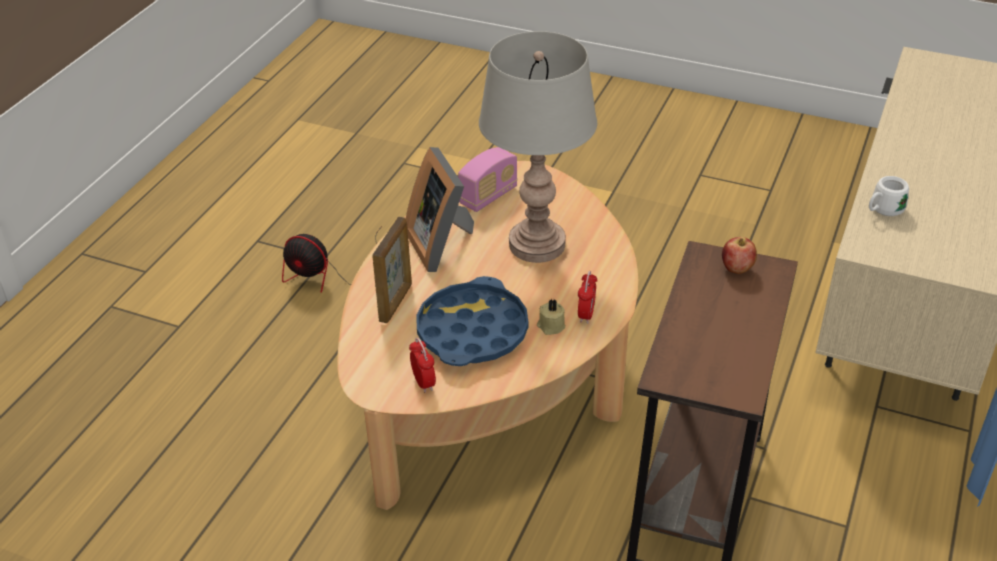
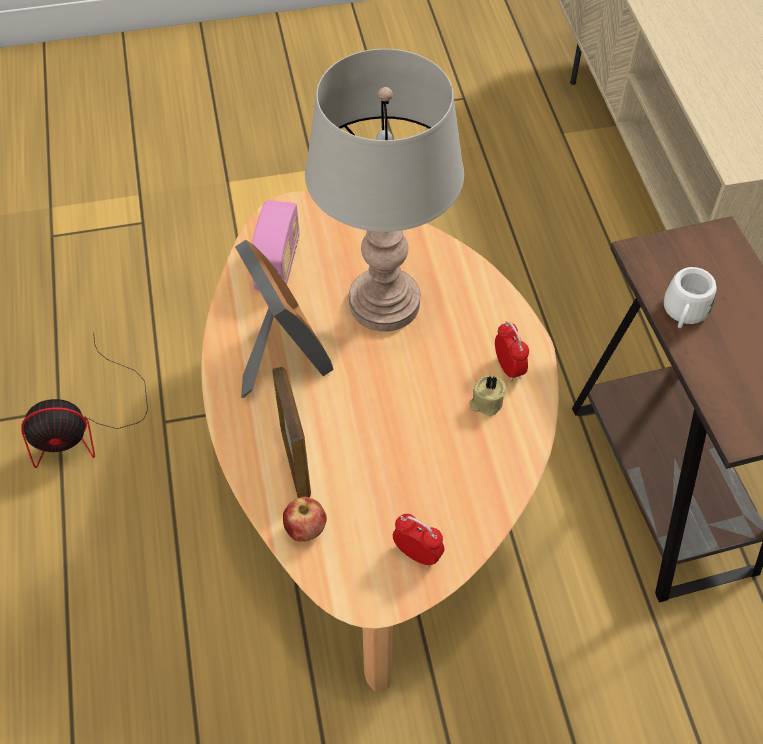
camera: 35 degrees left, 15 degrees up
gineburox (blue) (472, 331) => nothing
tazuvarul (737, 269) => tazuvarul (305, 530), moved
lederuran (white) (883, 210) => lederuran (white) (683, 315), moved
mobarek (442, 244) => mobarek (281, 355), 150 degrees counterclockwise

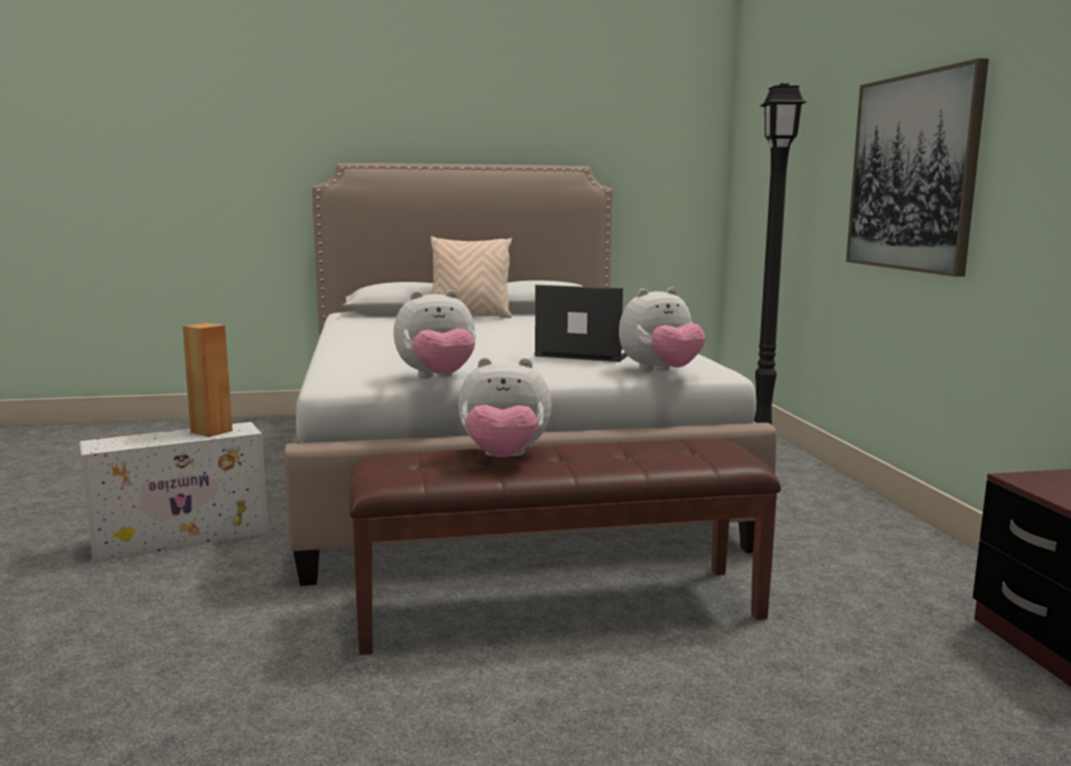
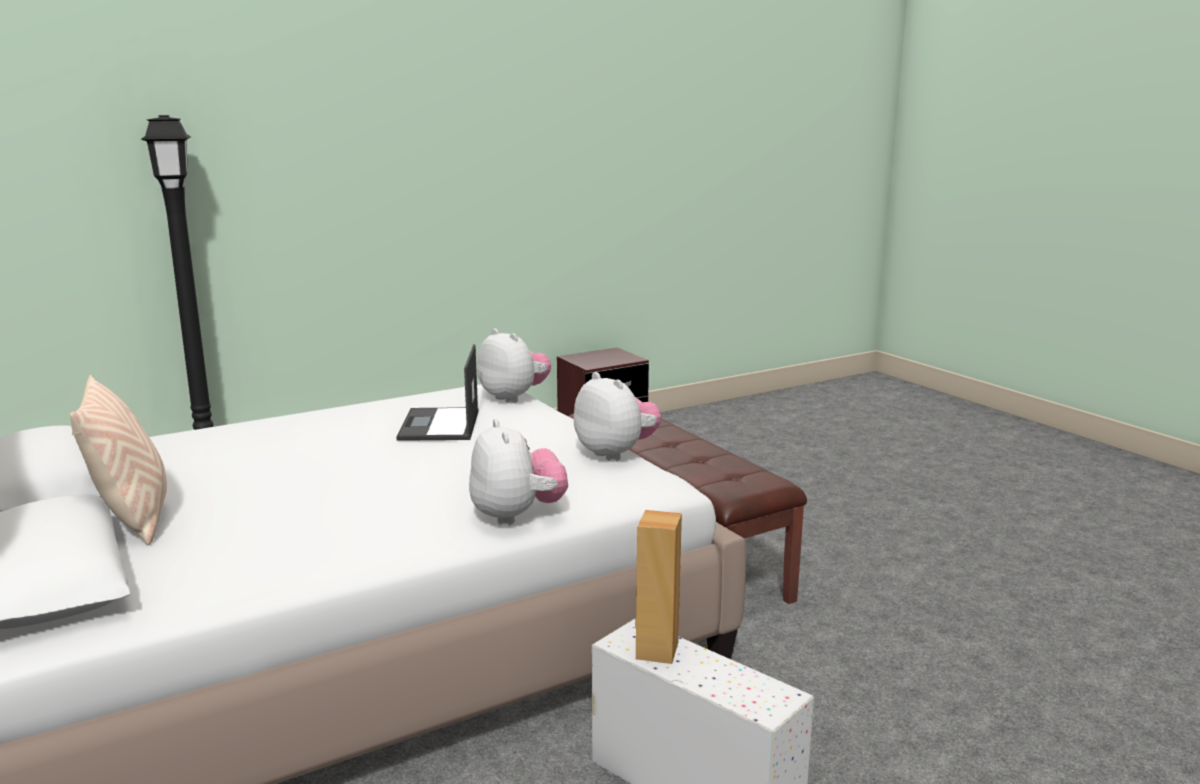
camera: 110 degrees left, 5 degrees up
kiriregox (912, 173) => nothing
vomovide (503, 458) => vomovide (517, 516), moved

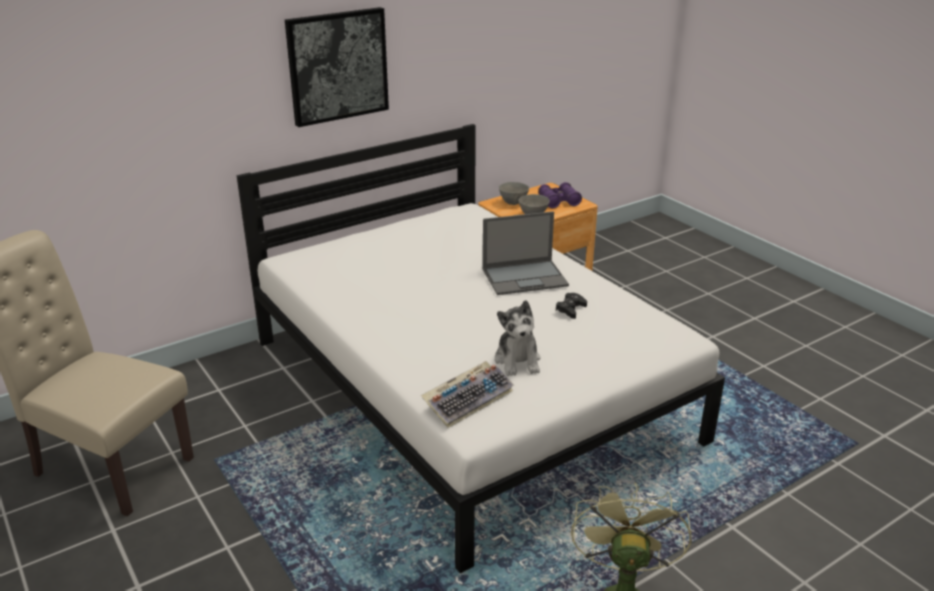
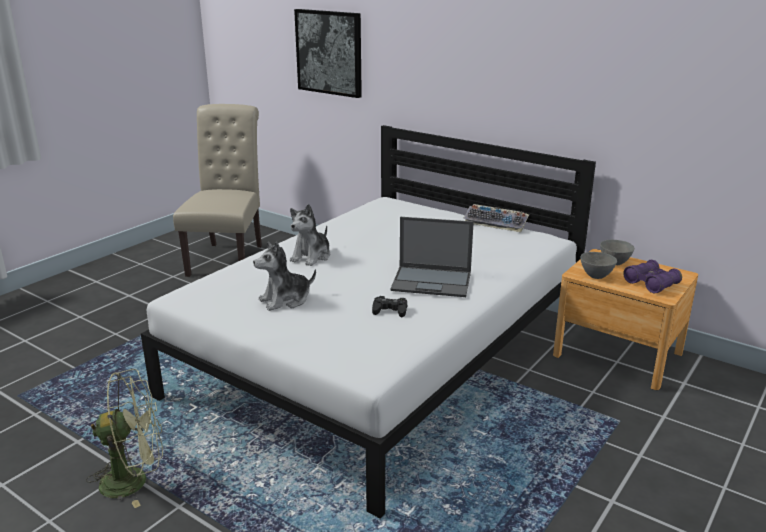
camera: 70 degrees right, 5 degrees down
nothing => vomovide (311, 256)
kiriregox (337, 66) => kiriregox (329, 52), moved
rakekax (468, 399) => rakekax (497, 223), moved
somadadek (525, 277) => somadadek (432, 282), 45 degrees counterclockwise

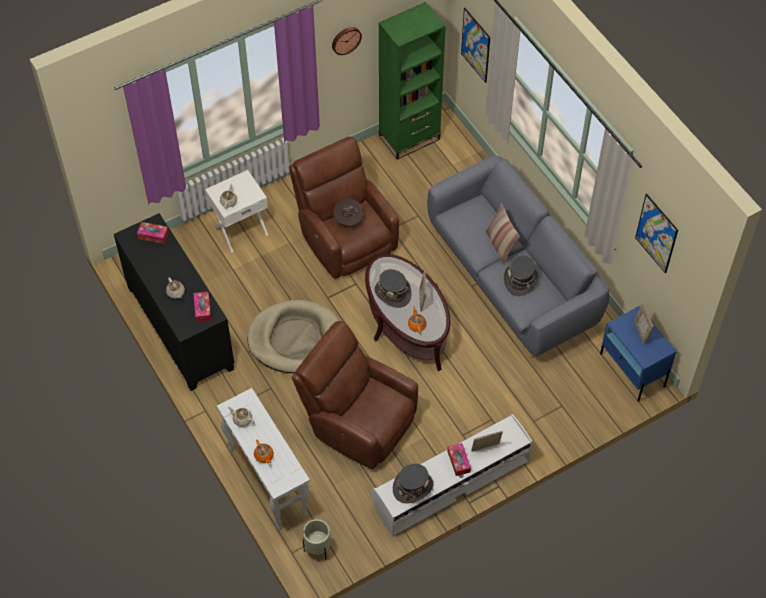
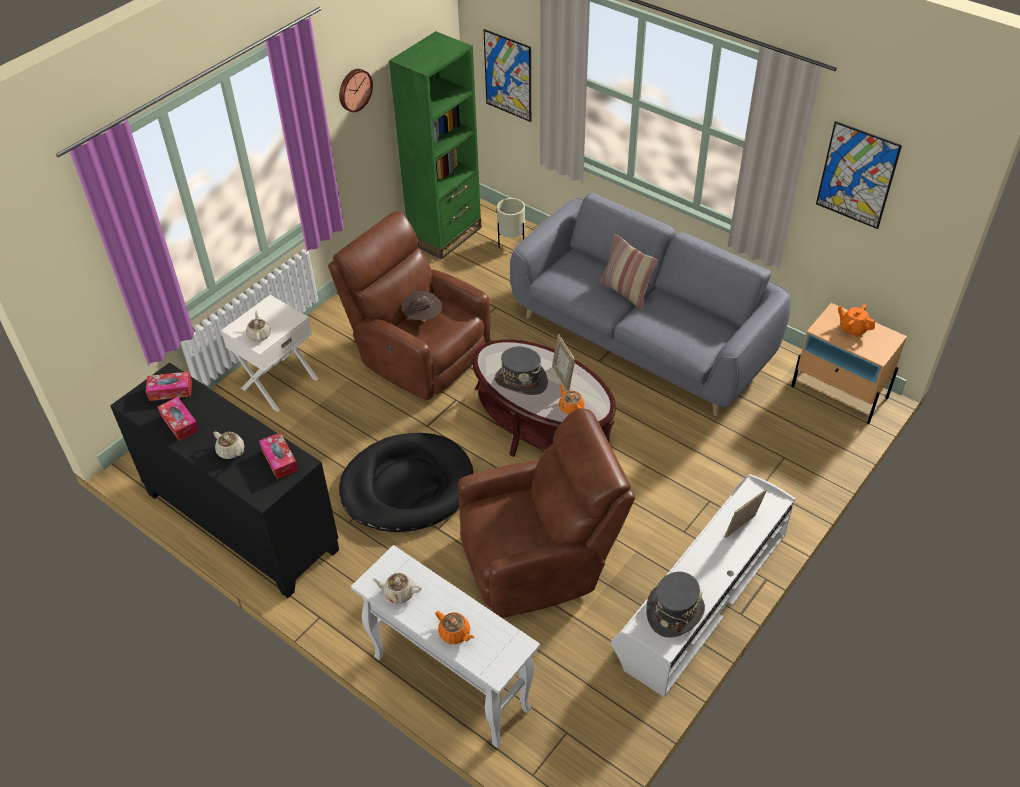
camera: 20 degrees left, 10 degrees down
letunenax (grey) (520, 280) => nothing
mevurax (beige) (317, 549) => mevurax (beige) (511, 243), moved
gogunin (458, 461) => gogunin (180, 423), moved
mobarek (641, 332) => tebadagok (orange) (853, 329)
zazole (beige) (295, 339) => zazole (black) (407, 486)
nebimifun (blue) (632, 370) => nebimifun (beige) (839, 392)
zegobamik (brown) (358, 421) => zegobamik (brown) (539, 560), 150 degrees clockwise

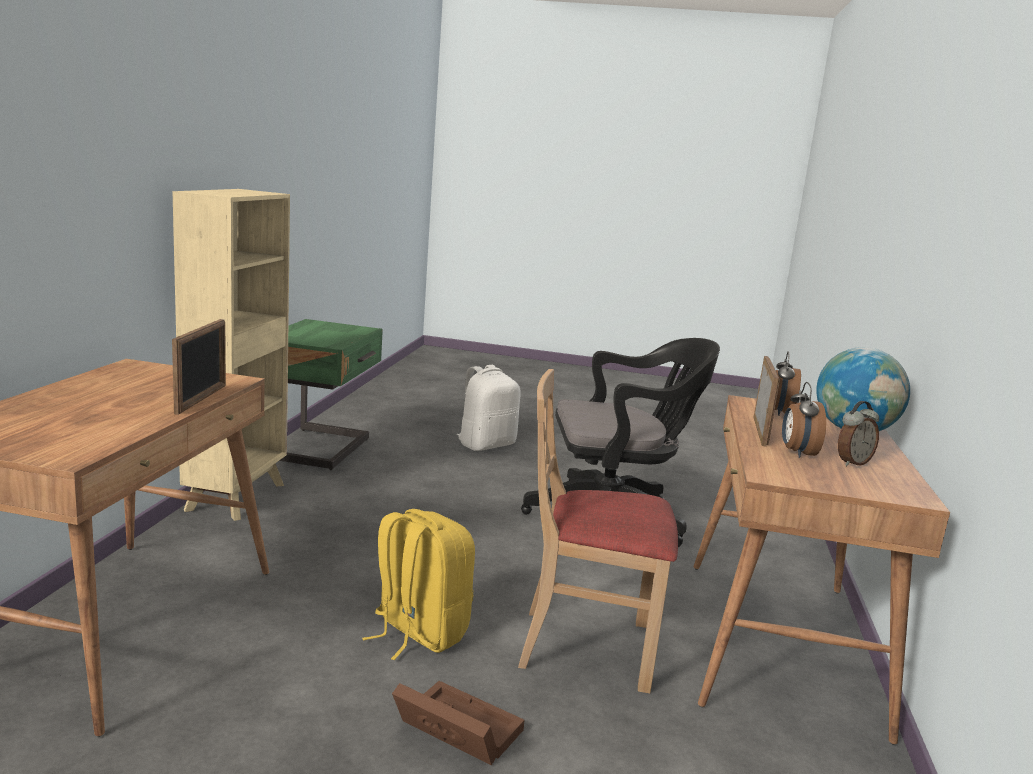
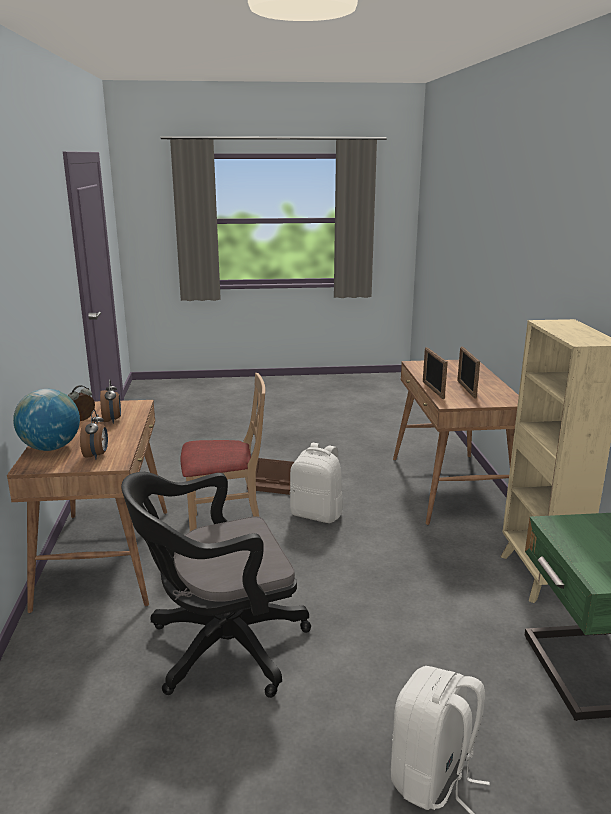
camera: 165 degrees right, 5 degrees up
mobarek (760, 431) => mobarek (466, 389), moved
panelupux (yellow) (417, 632) => panelupux (white) (317, 514)

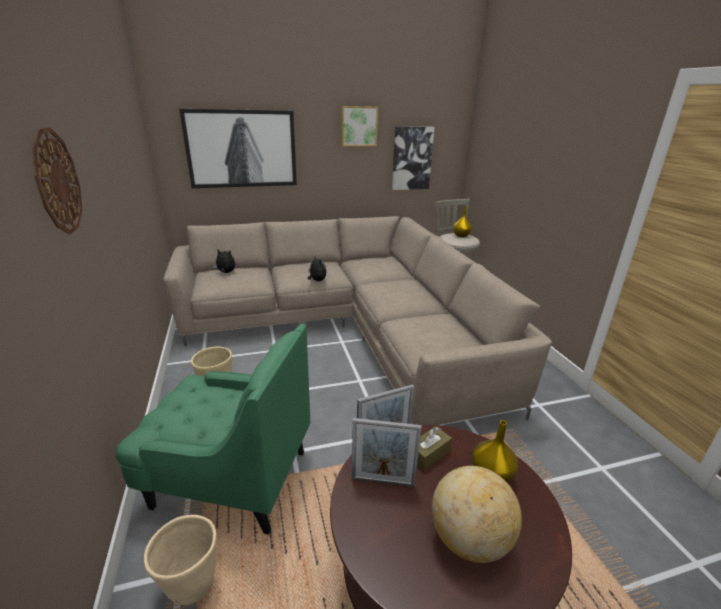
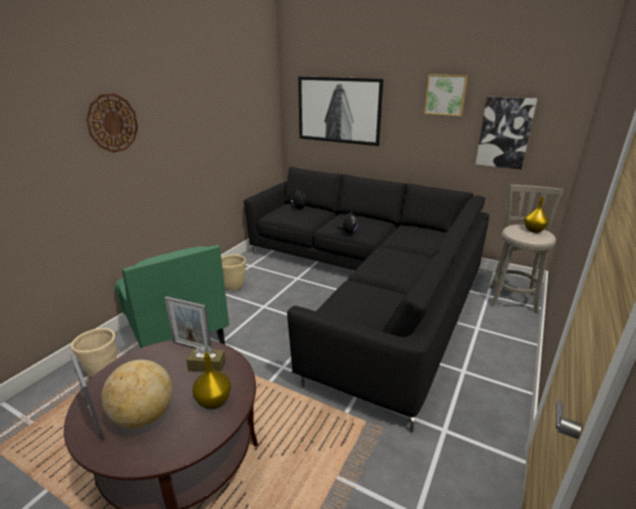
camera: 45 degrees right, 0 degrees up
mobarek (382, 481) => mobarek (95, 421), moved
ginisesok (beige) (349, 331) => ginisesok (black) (367, 287)

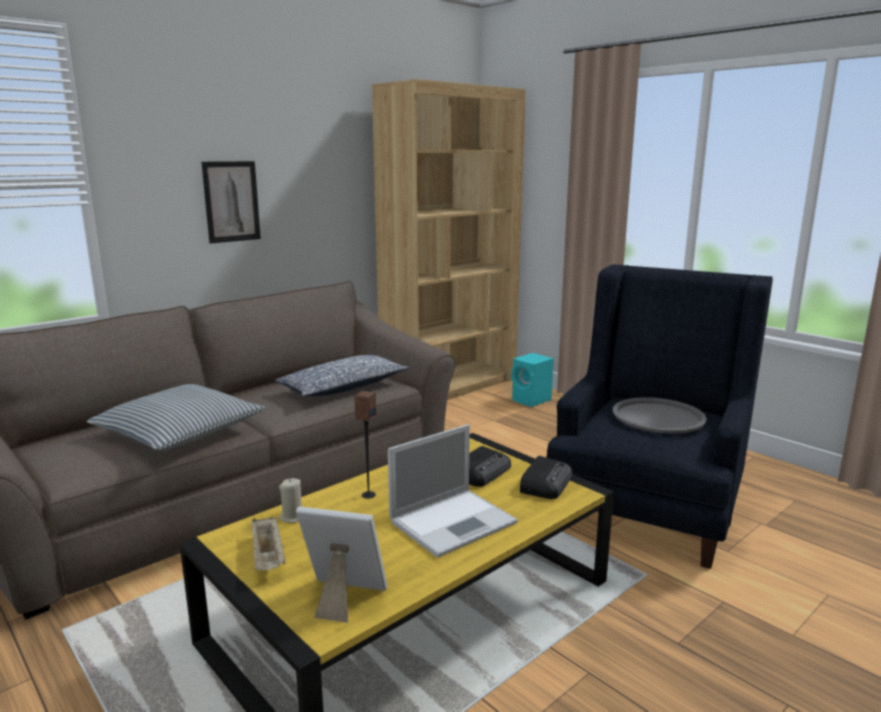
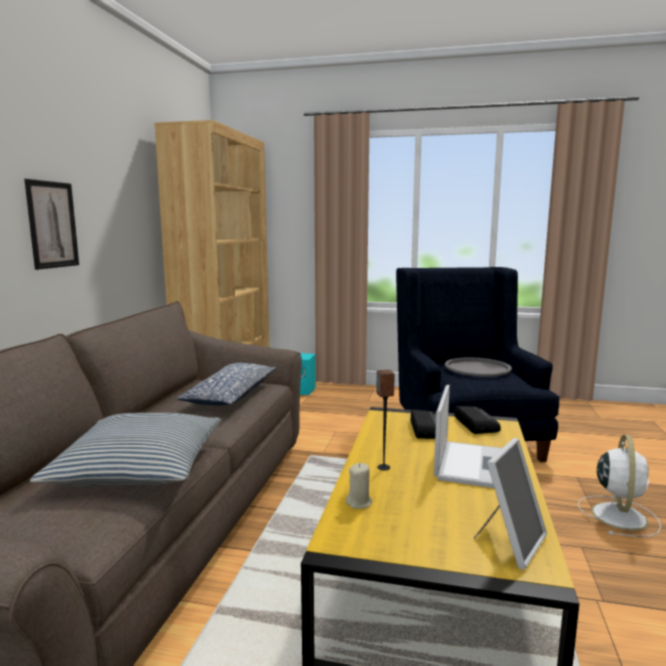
camera: 35 degrees left, 5 degrees down
gineburox (beige) (268, 557) => nothing
nothing => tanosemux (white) (618, 515)
mobarek (342, 599) => mobarek (509, 542), 150 degrees clockwise

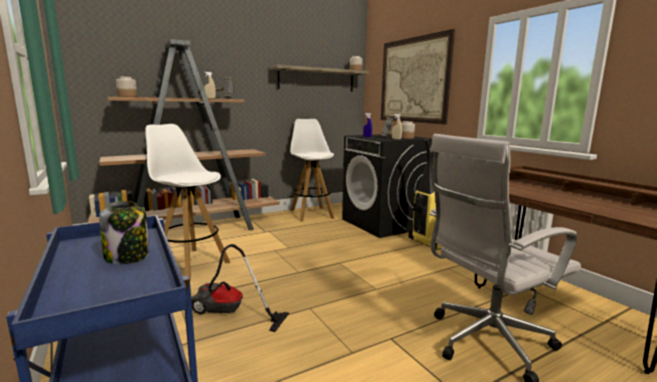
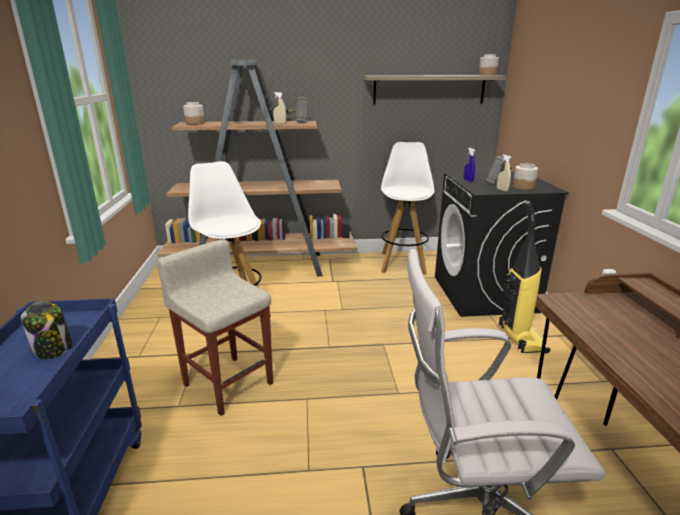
camera: 25 degrees right, 10 degrees up
kiriregox (413, 80) => nothing
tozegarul (229, 314) => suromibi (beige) (227, 383)

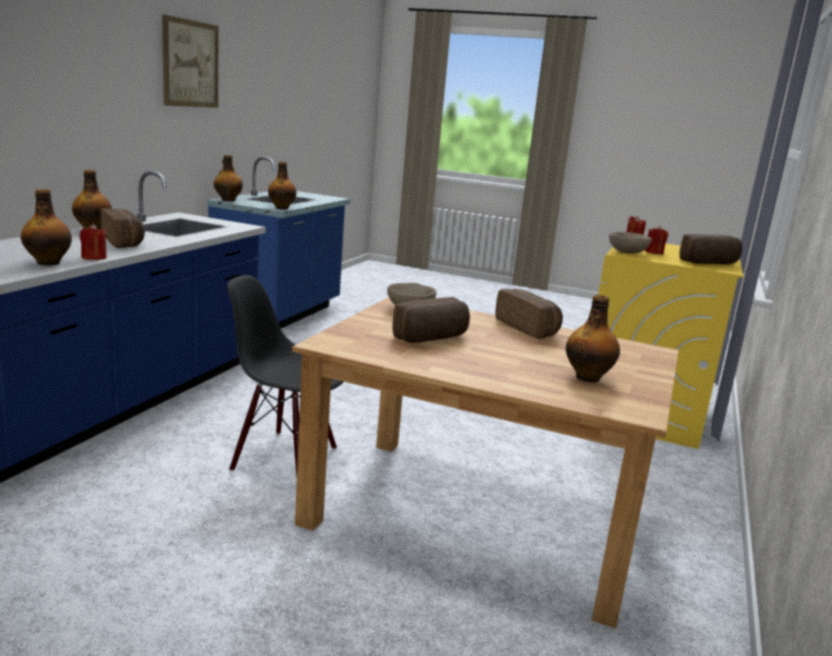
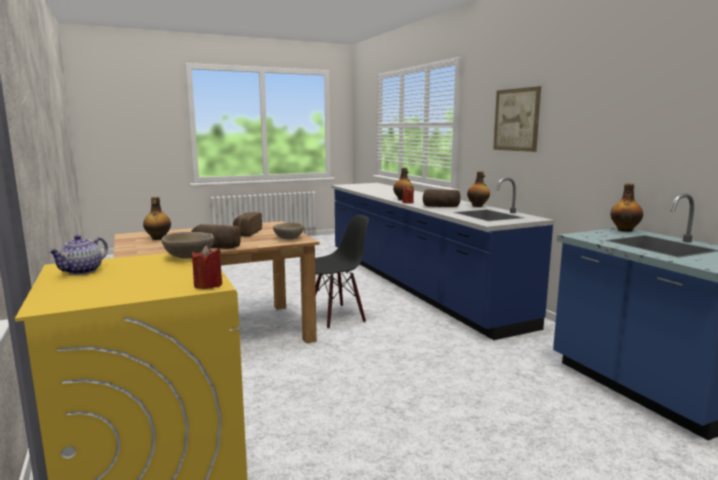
camera: 135 degrees right, 5 degrees down
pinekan (282, 208) => nothing
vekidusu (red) (654, 252) => nothing
kiriregox (190, 64) => kiriregox (516, 119), moved
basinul (710, 263) => tebadagok (82, 271)

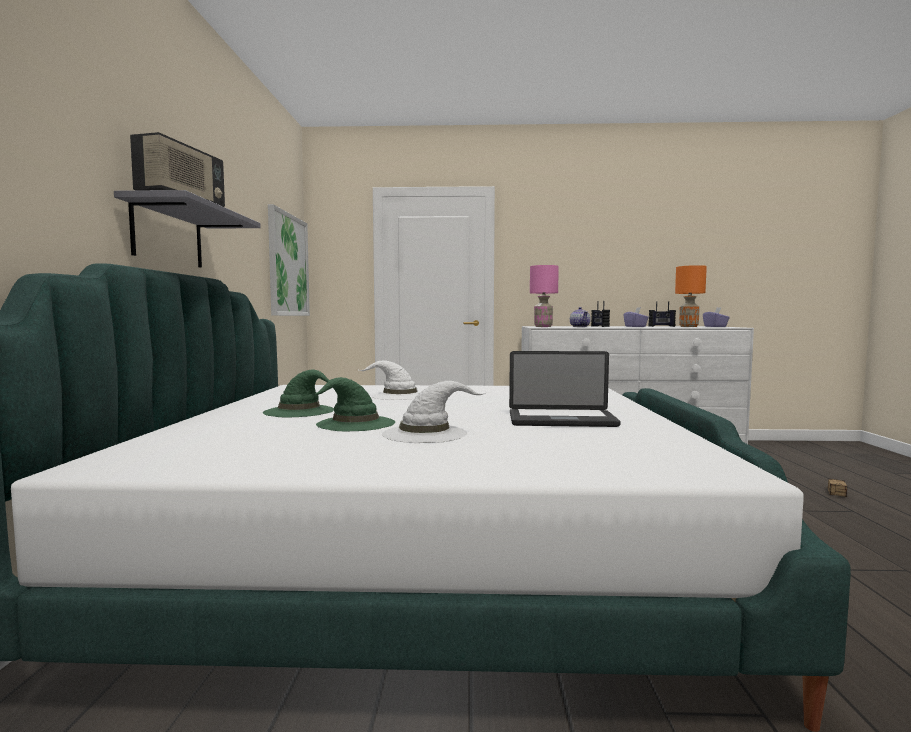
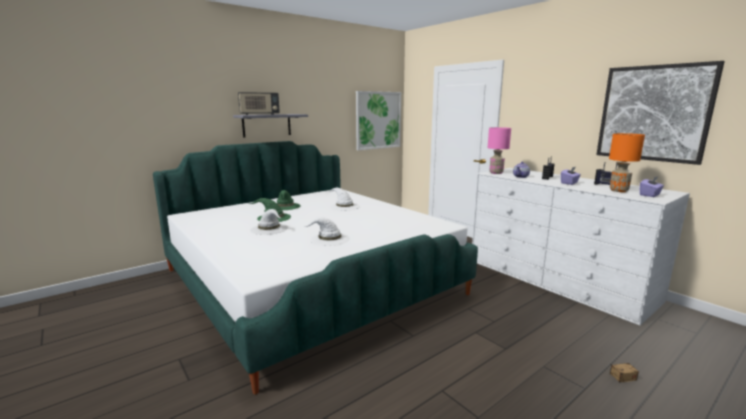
camera: 50 degrees right, 10 degrees up
nothing => kiriregox (653, 113)
somadadek (561, 420) => letunenax (white) (329, 239)

